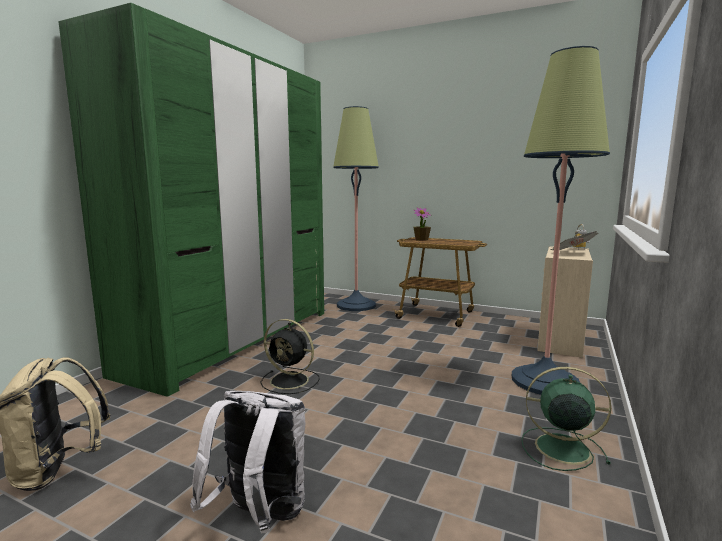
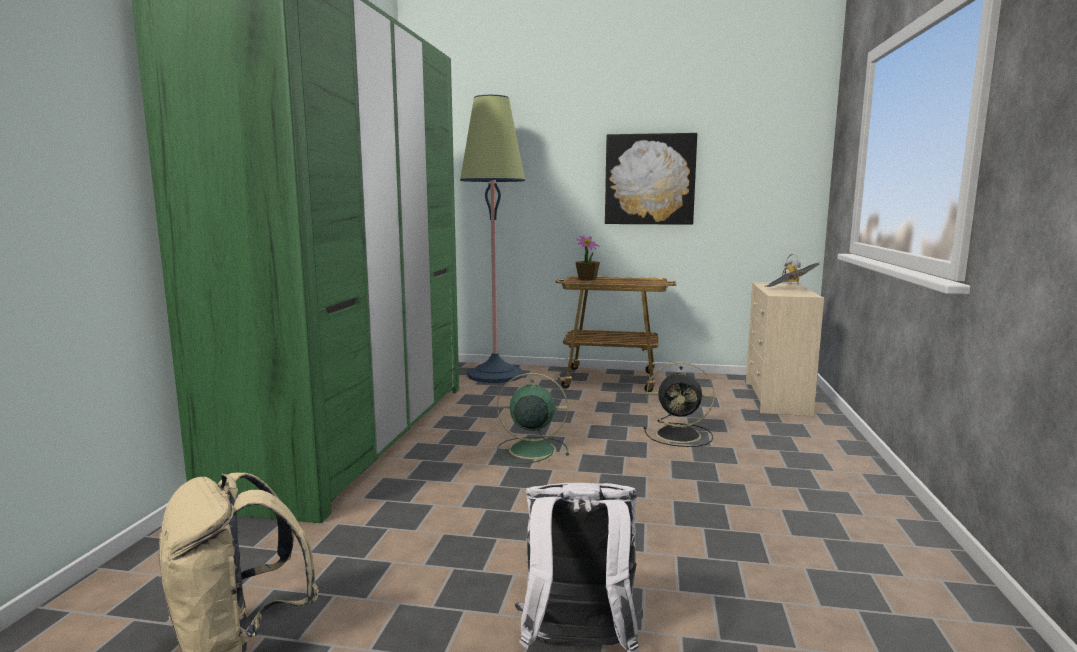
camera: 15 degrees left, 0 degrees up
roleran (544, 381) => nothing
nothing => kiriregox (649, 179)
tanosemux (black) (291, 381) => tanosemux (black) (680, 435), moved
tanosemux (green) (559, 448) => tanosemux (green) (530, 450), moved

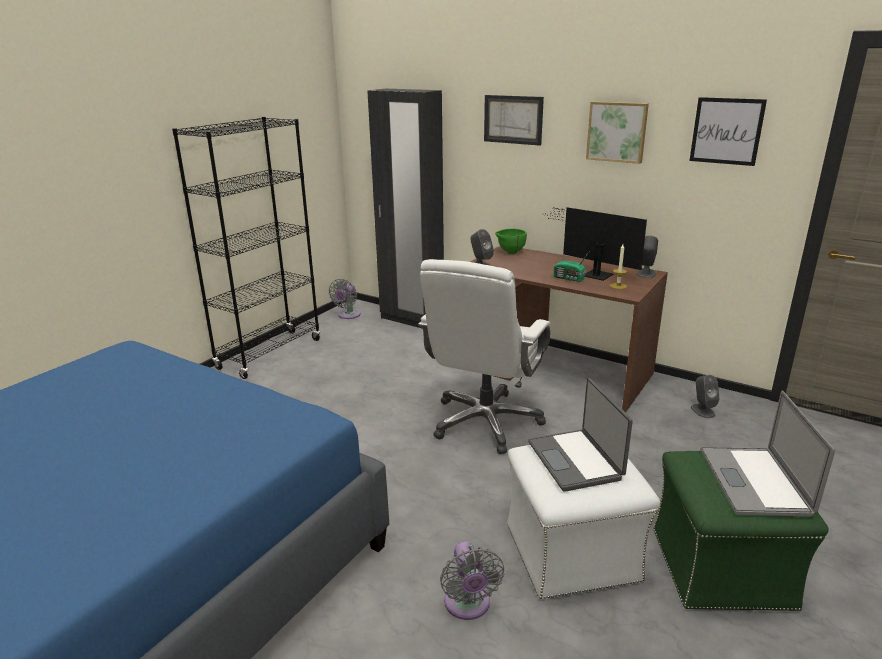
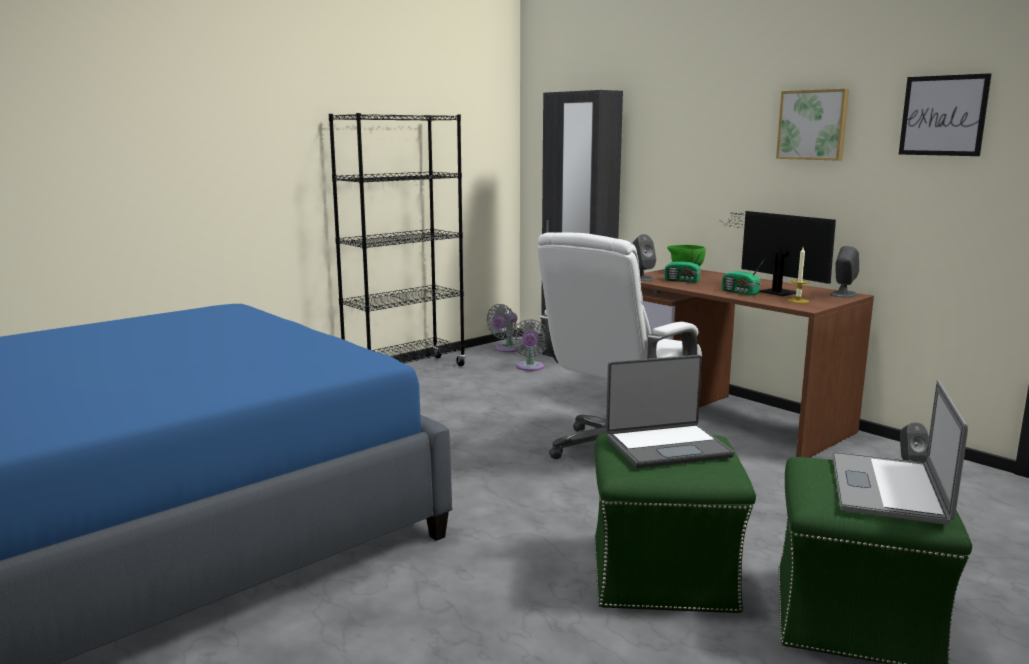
camera: 15 degrees right, 10 degrees down
kiriregox (513, 119) => nothing
nothing => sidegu (682, 281)
tanosemux (grey) (468, 605) => tanosemux (grey) (530, 367), moved
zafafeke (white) (573, 552) => zafafeke (green) (664, 574)
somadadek (576, 460) => somadadek (667, 447), 105 degrees counterclockwise

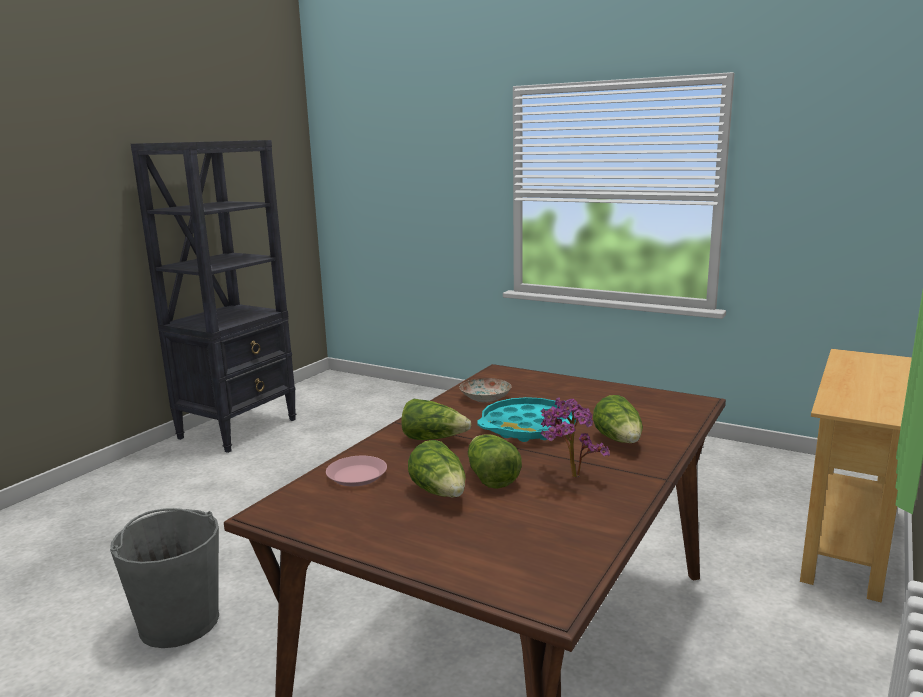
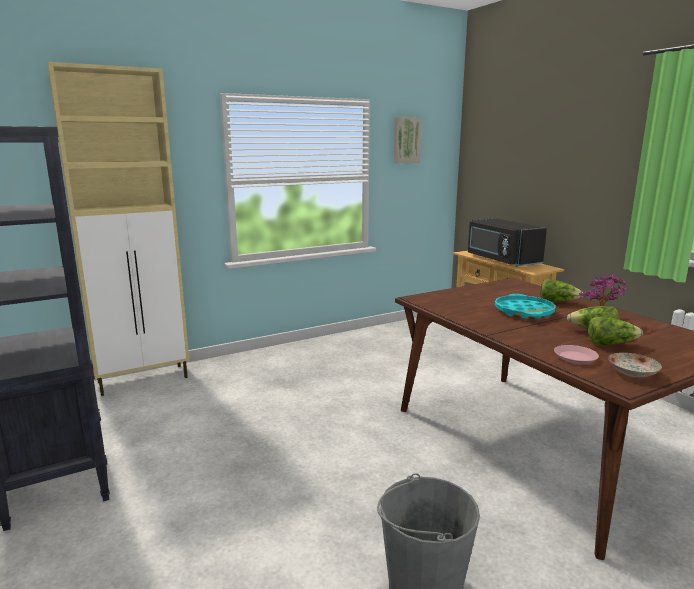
camera: 60 degrees left, 0 degrees up
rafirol (434, 439) => nothing
nothing => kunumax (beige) (144, 379)
nothing => kiriregox (406, 140)
nothing => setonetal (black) (501, 260)
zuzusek (486, 398) => zuzusek (631, 372), moved

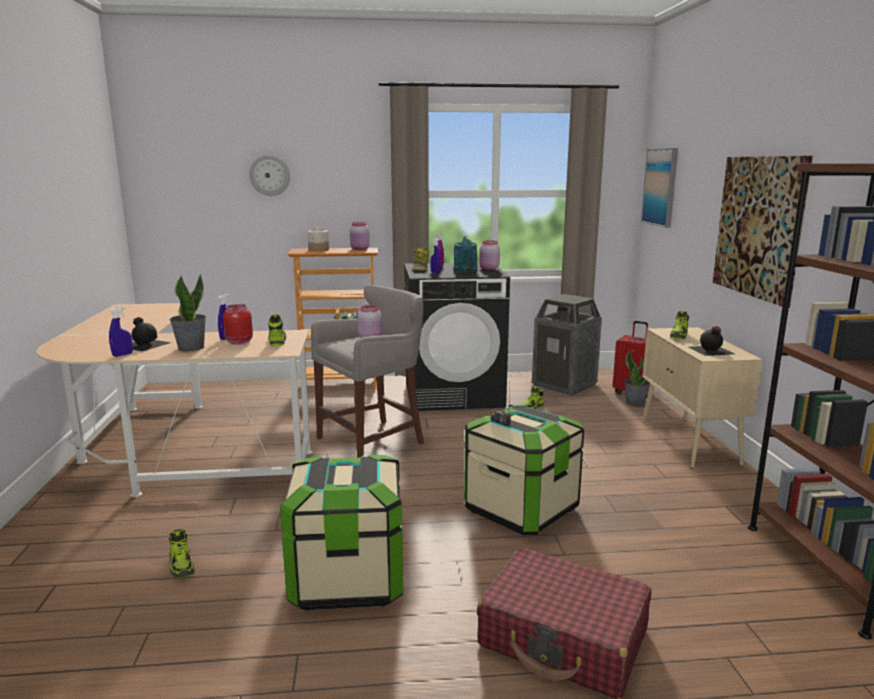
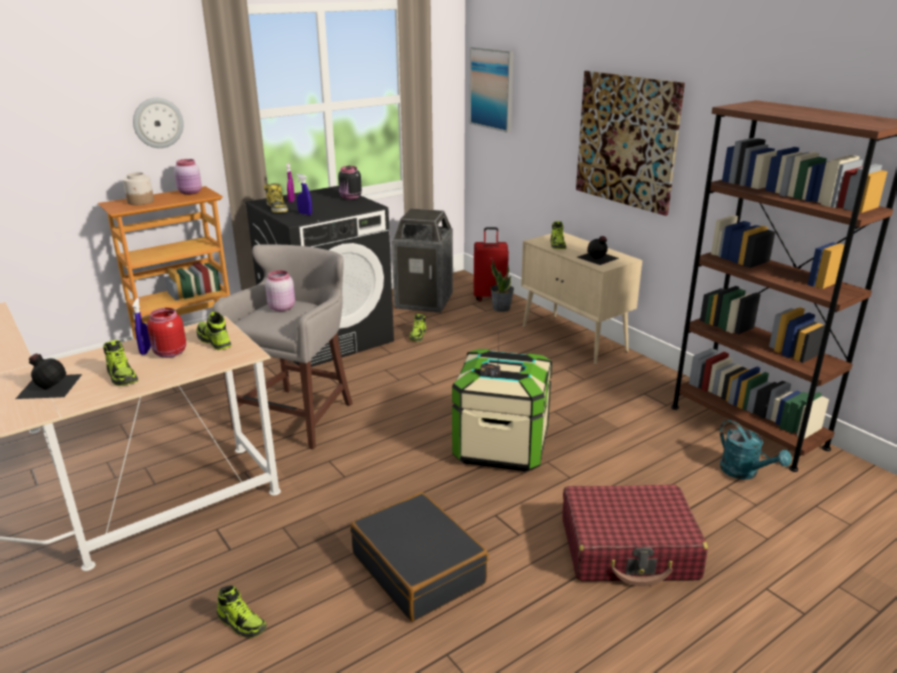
camera: 30 degrees left, 10 degrees up
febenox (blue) (122, 355) => nothing
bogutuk (269, 175) => bogutuk (158, 123), moved
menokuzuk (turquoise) (465, 271) => menokuzuk (turquoise) (744, 472), moved
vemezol (190, 348) => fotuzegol (122, 376)
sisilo (347, 578) => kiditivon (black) (419, 568)
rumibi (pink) (489, 268) => rumibi (black) (350, 197)

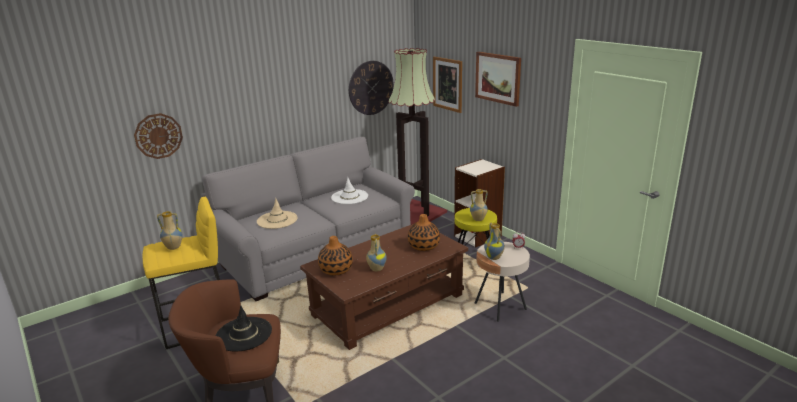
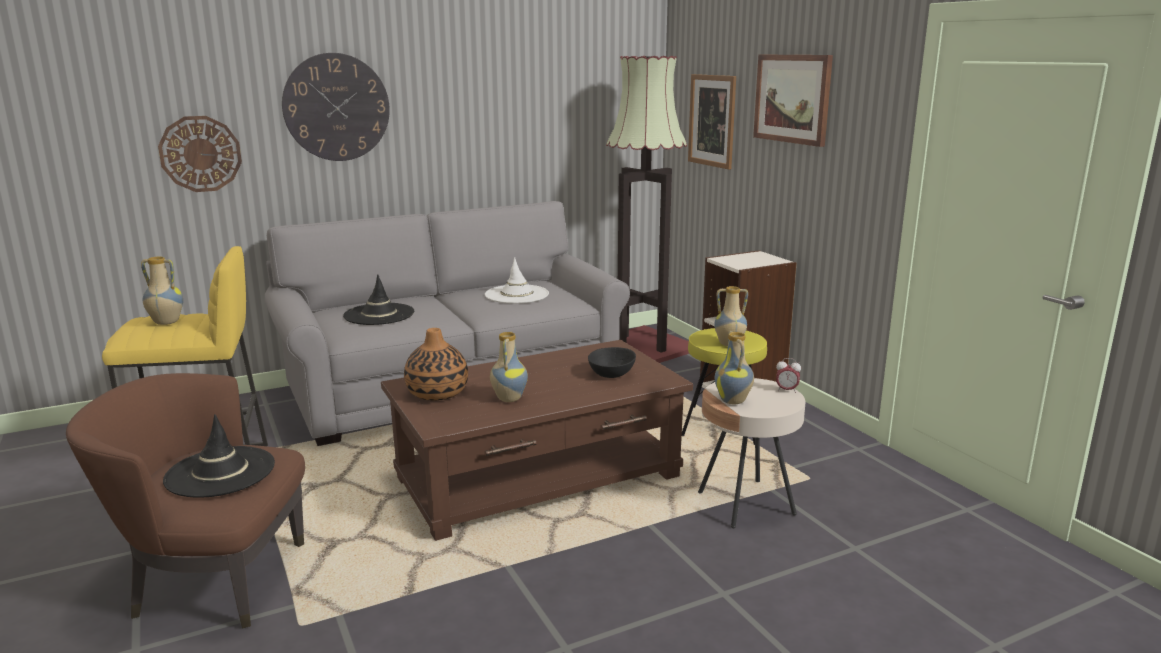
camera: 10 degrees right, 5 degrees down
bogutuk (371, 88) => bogutuk (336, 107), moved
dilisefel (423, 246) => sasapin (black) (611, 374)
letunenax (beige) (277, 220) => letunenax (black) (379, 314)

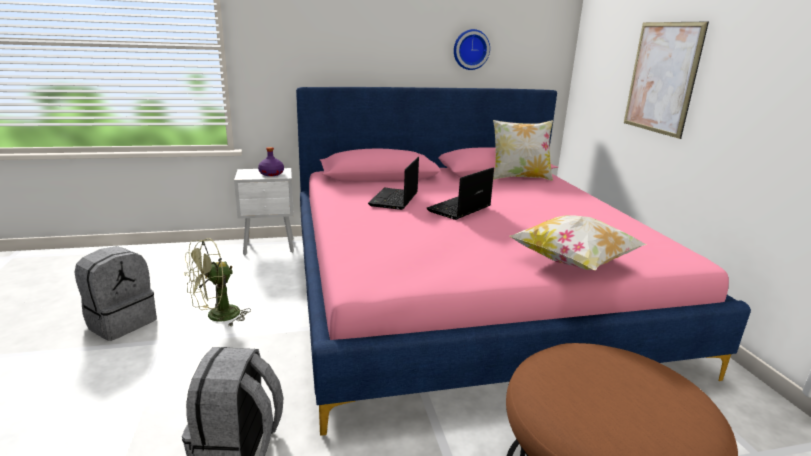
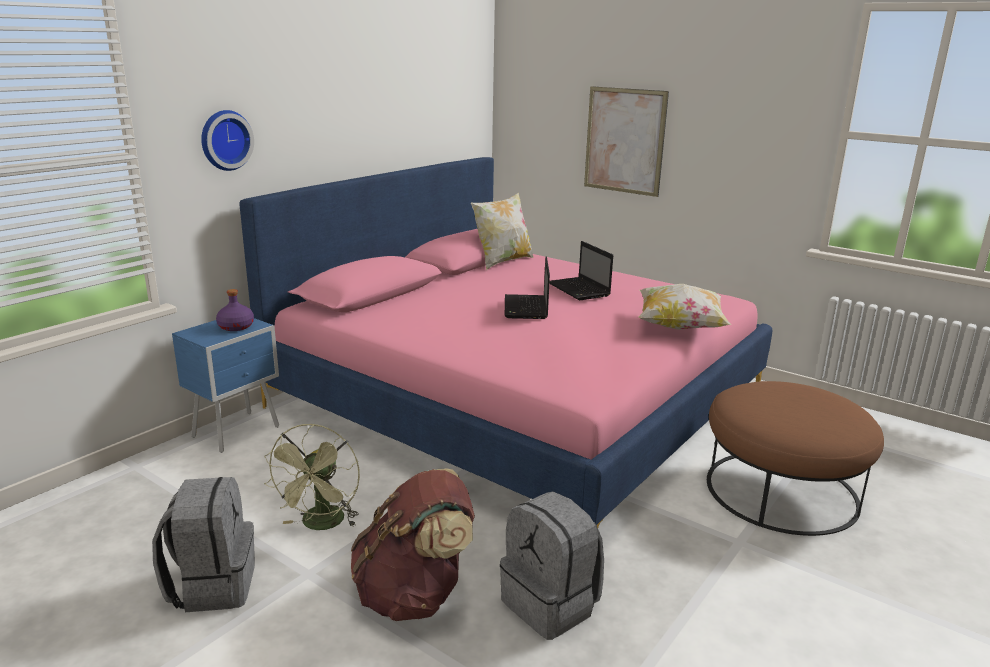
camera: 40 degrees left, 0 degrees up
nothing => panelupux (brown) (415, 595)
somadadek (394, 200) => somadadek (579, 290), moved
bogutuk (470, 49) => bogutuk (224, 140), moved
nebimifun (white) (270, 247) => nebimifun (blue) (238, 432)

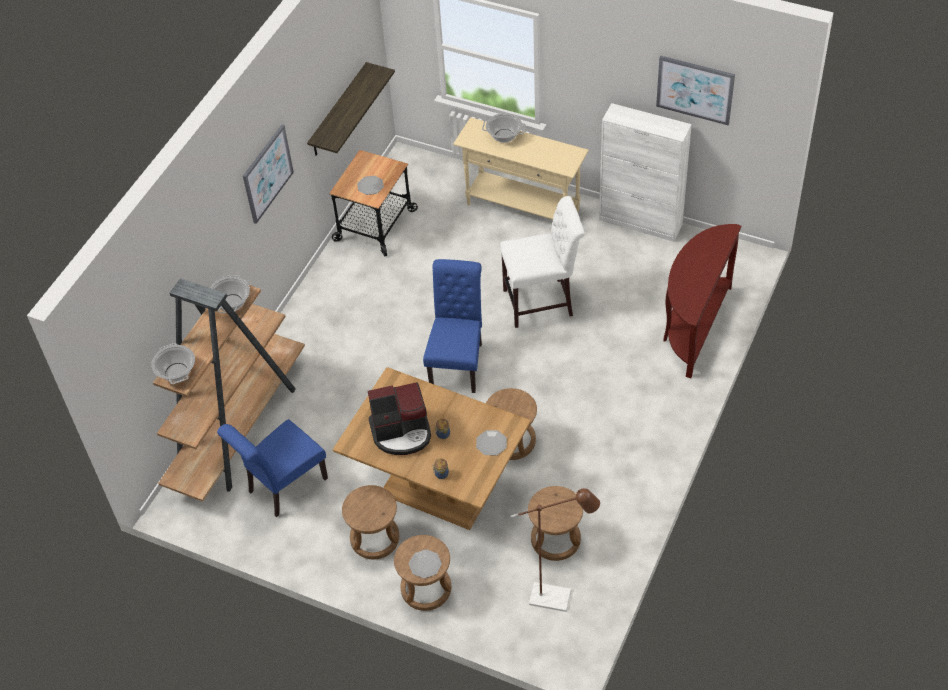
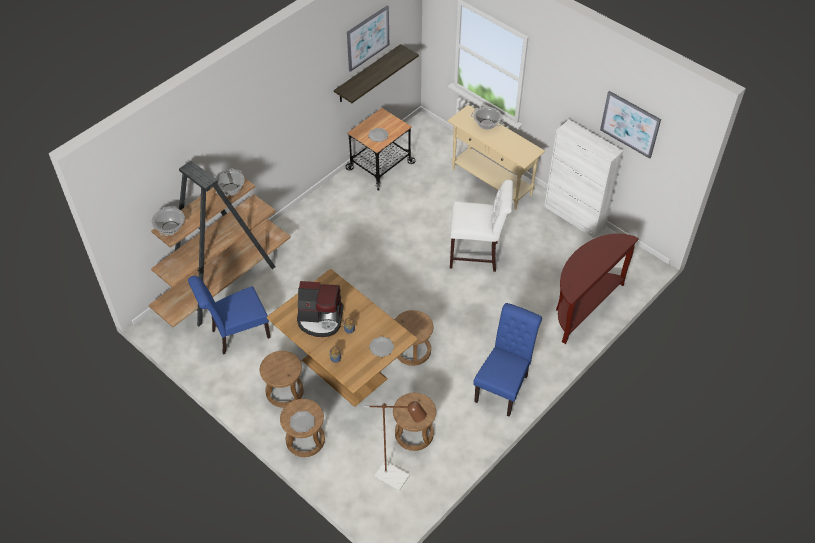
camera: 15 degrees right, 0 degrees up
kiriregox (267, 173) => kiriregox (367, 38), moved
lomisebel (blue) (458, 362) => lomisebel (blue) (503, 386), moved

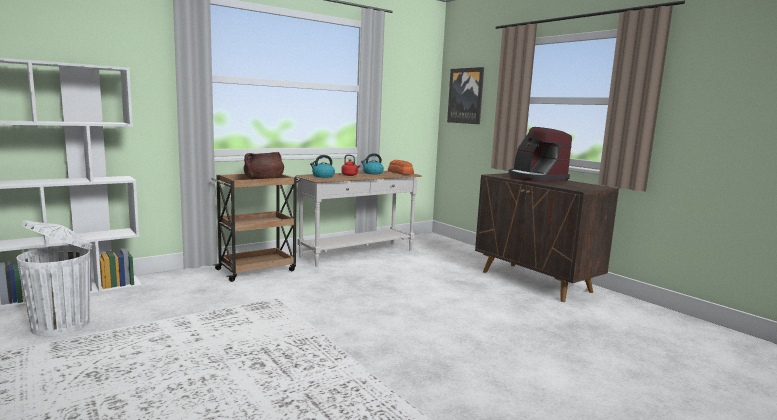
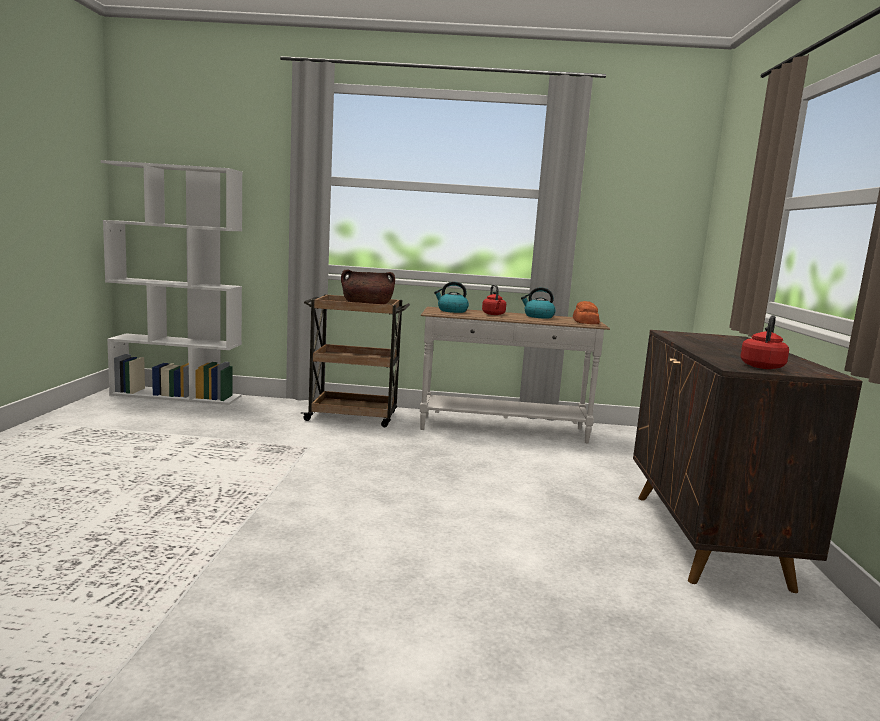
camera: 40 degrees right, 0 degrees up
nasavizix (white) (63, 324) => nothing
kiriregox (466, 96) => nothing
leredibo (536, 178) => nothing
nothing => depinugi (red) (762, 366)

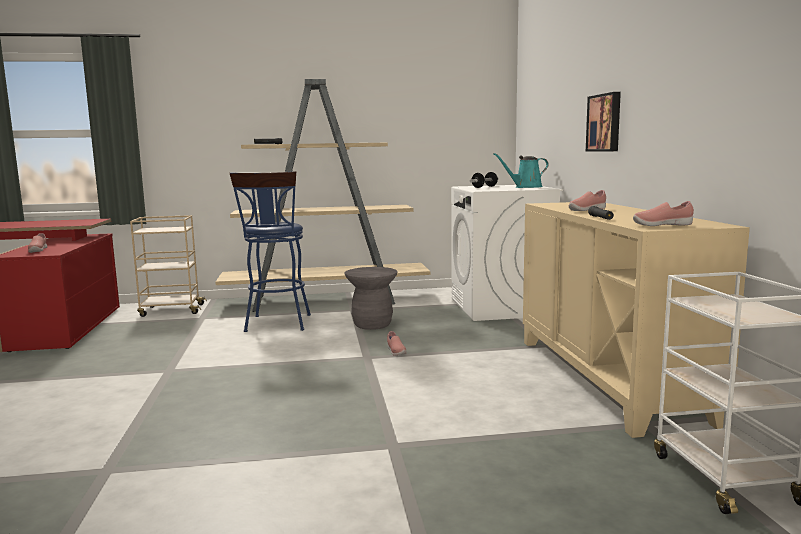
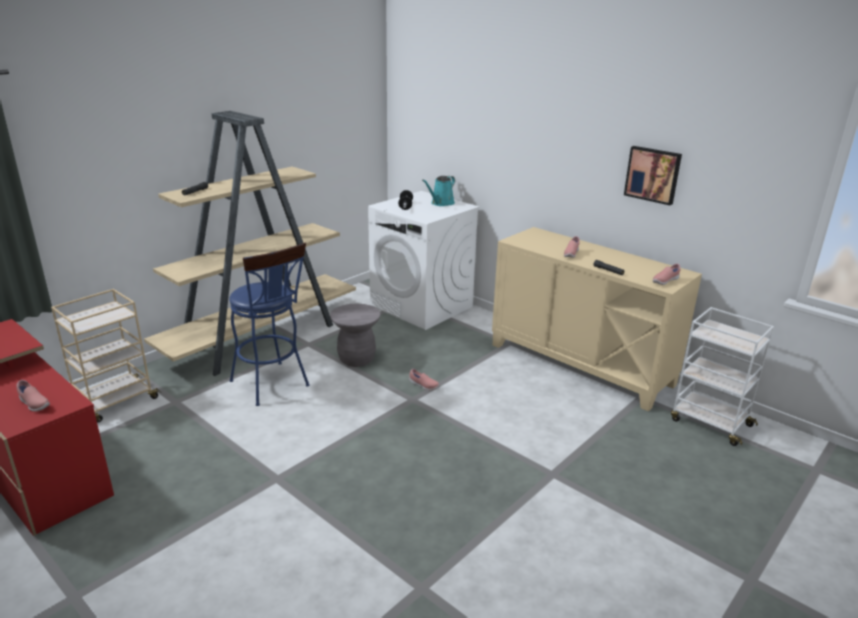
camera: 40 degrees left, 15 degrees up
kiriregox (605, 123) => kiriregox (653, 174), moved

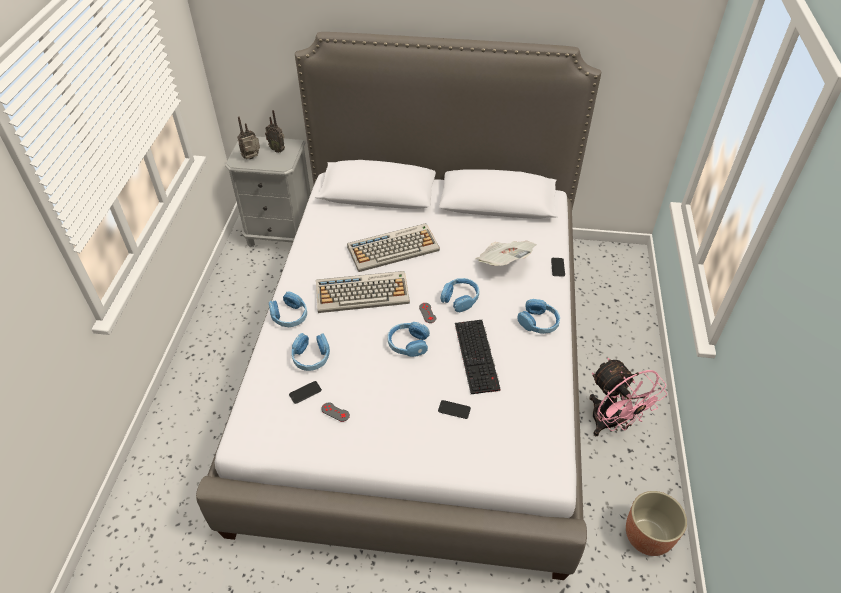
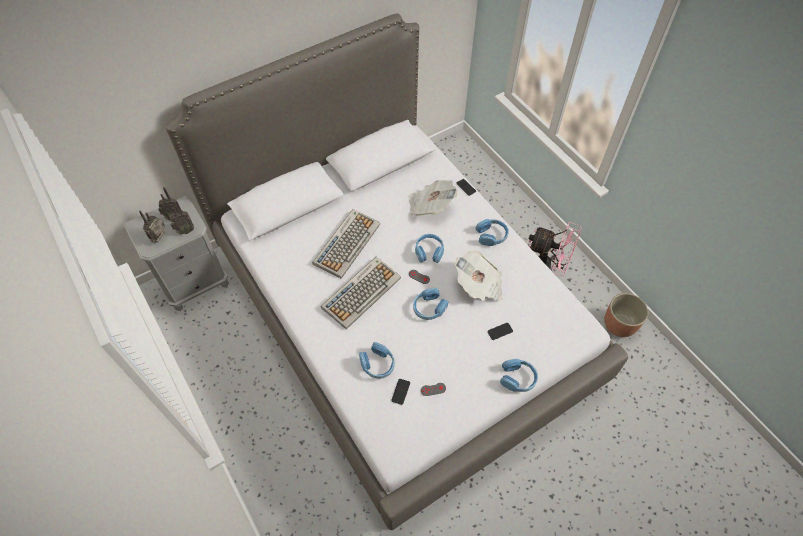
camera: 40 degrees left, 10 degrees up
nothing => sidegu (185, 231)
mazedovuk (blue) (289, 316) => mazedovuk (blue) (518, 378), moved
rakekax (478, 356) => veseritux (479, 285)

